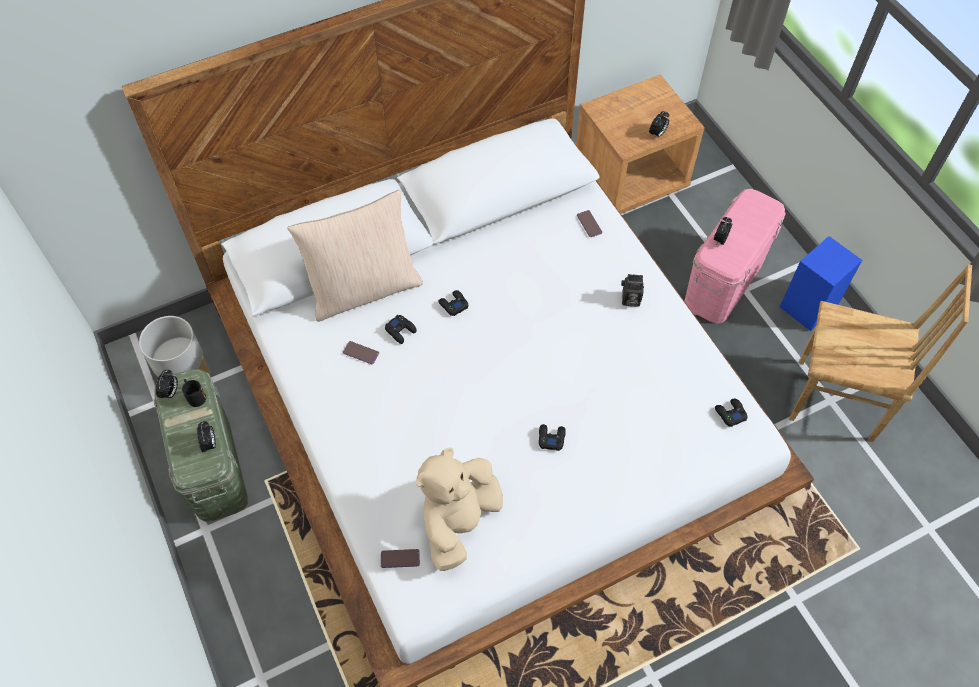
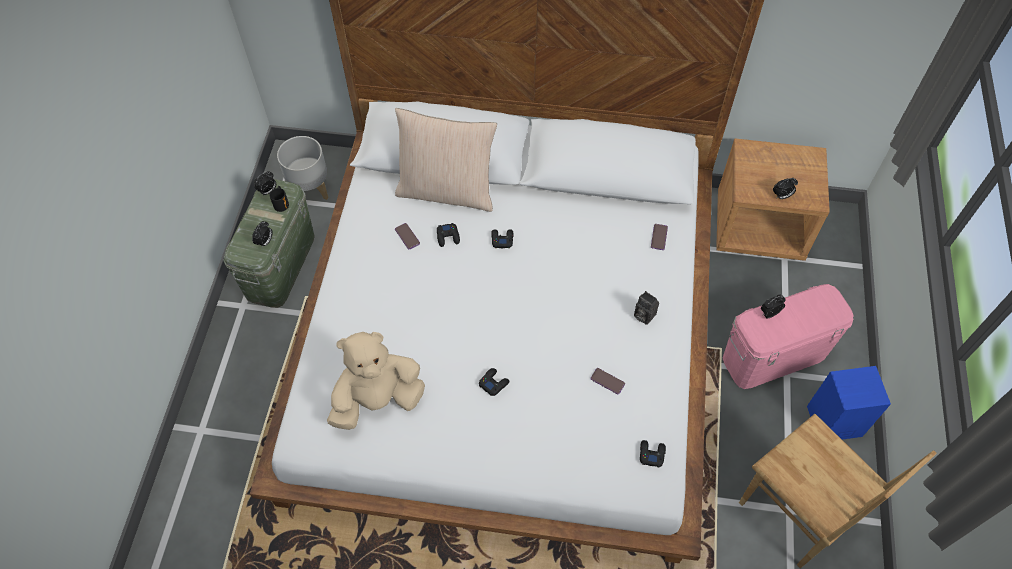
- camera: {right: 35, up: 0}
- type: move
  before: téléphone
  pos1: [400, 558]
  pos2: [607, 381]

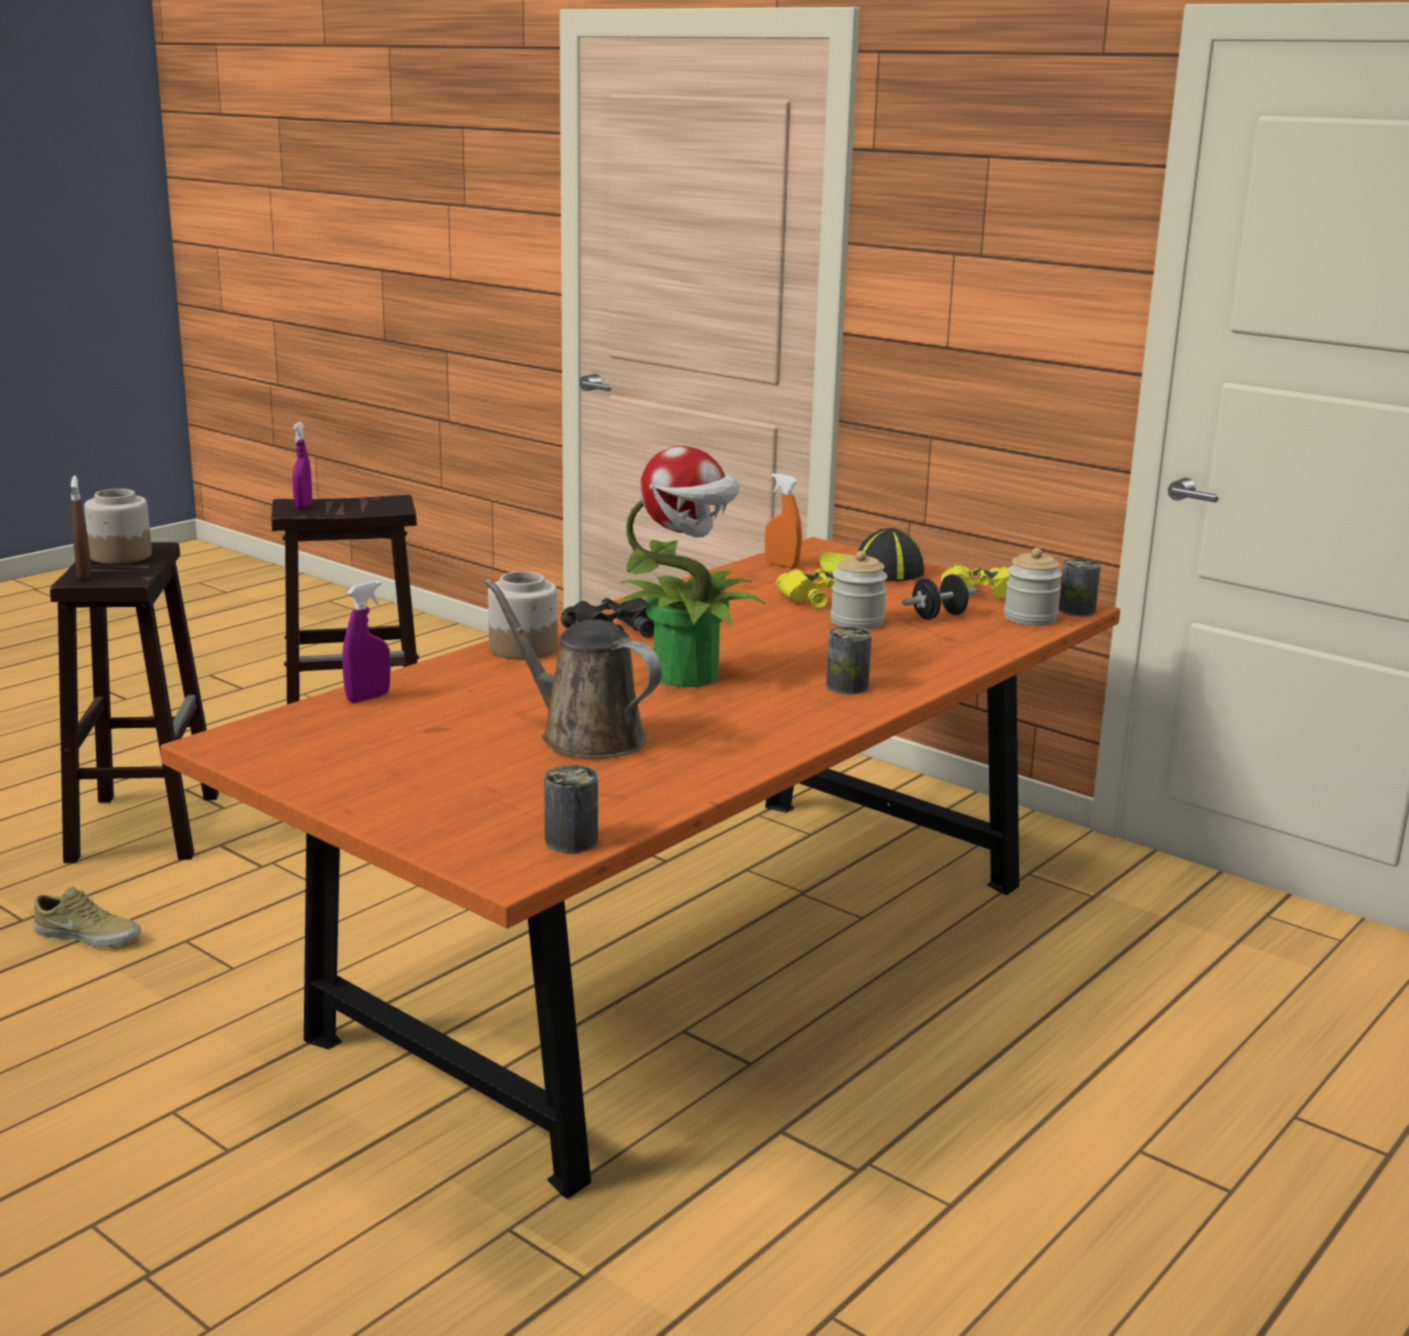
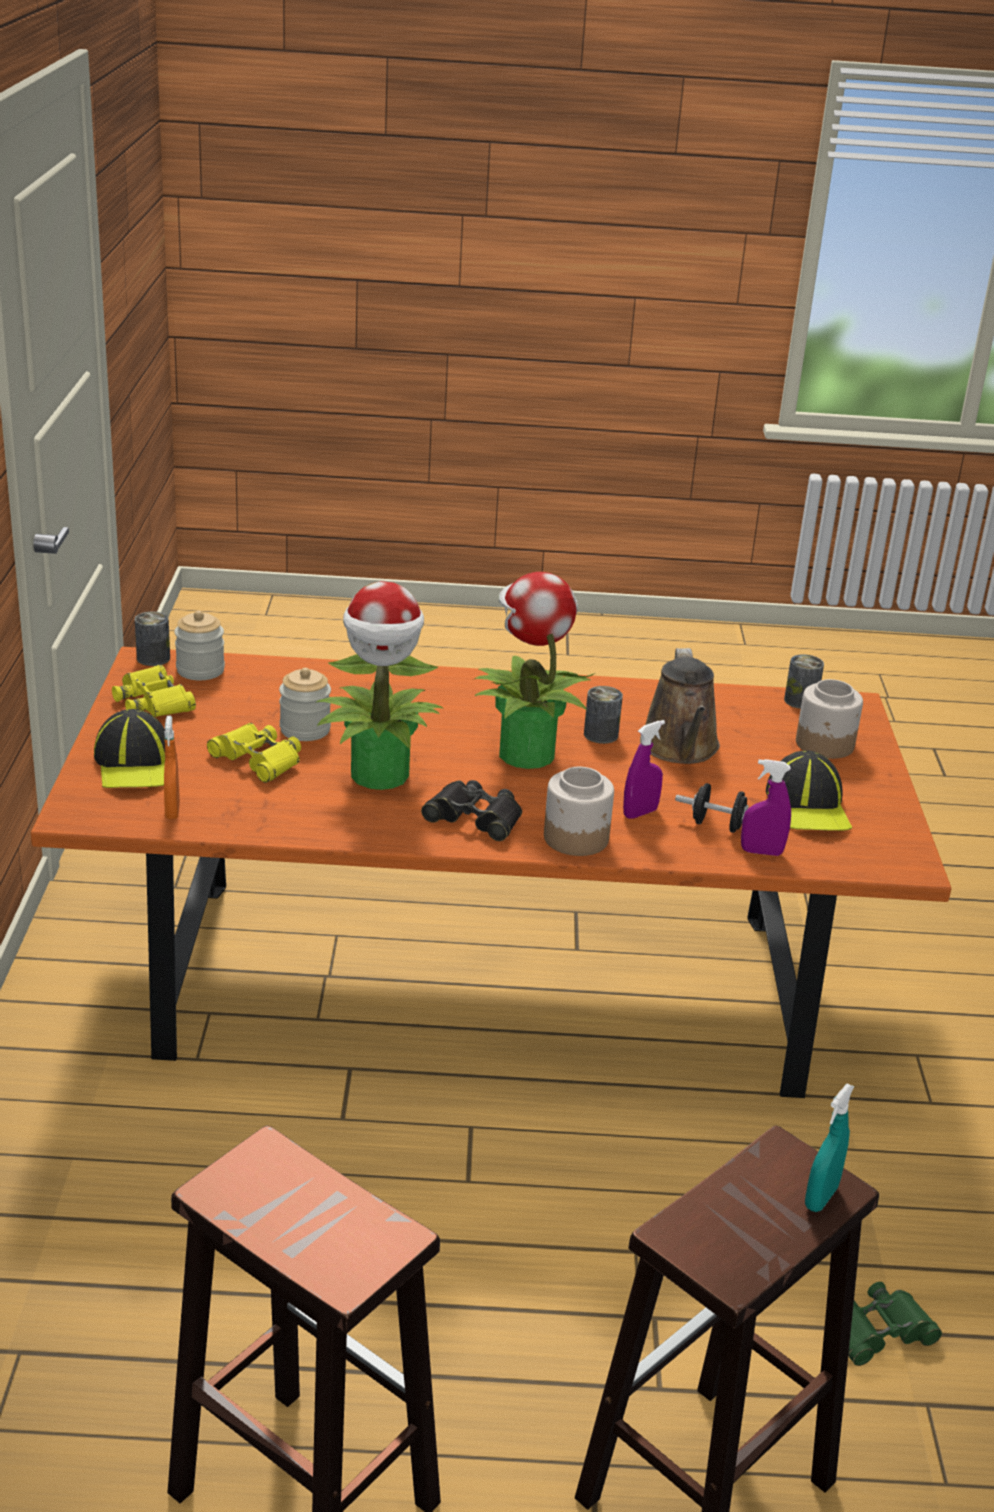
- camera: {right: -130, up: 10}
- type: insert
  after: plante en pot
  pos2: [380, 775]
- type: move
  before: boîte métallique
  pos1: [847, 686]
  pos2: [601, 735]
- type: move
  before: vaporisateur/violet
  pos1: [303, 506]
  pos2: [640, 813]
- type: move
  before: haltère/noir
  pos1: [938, 616]
  pos2: [717, 825]
- type: insert
  after: casquette
  pos2: [809, 806]
- type: move
  before: bocal
  pos1: [120, 556]
  pos2: [825, 745]
- type: recolor
  before: vaporisateur/marron
  after: vaporisateur/turquoise
  pos1: [84, 575]
  pos2: [821, 1197]
- type: replace
  before: chaussure/beige
  after: jumelles/vert
  pos1: [89, 935]
  pos2: [878, 1331]

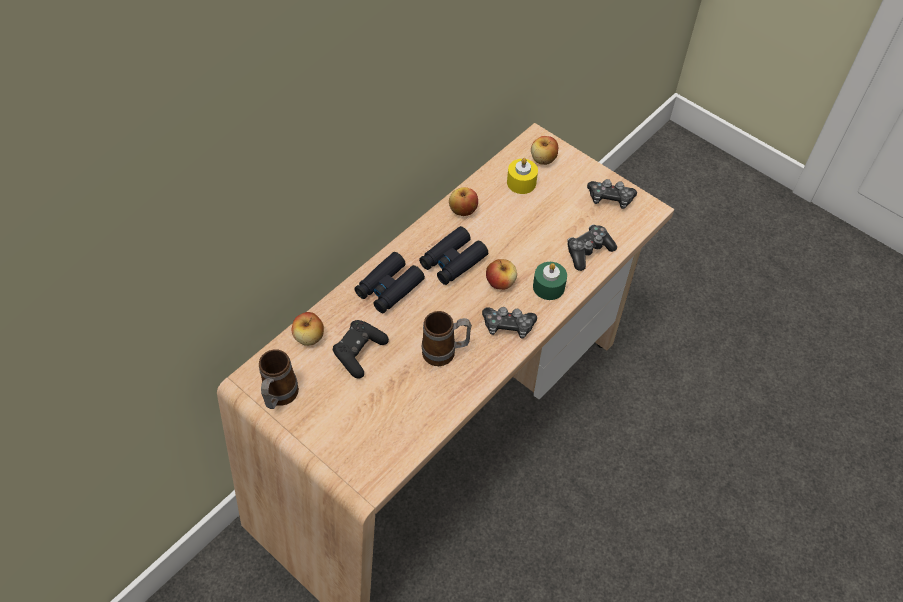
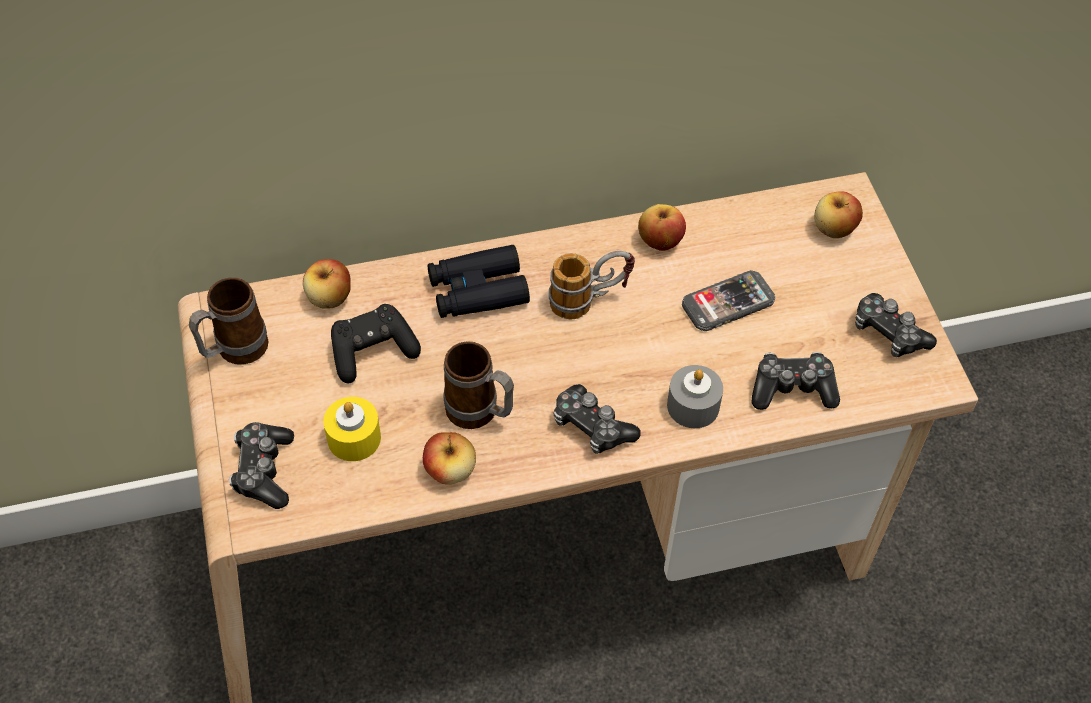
- camera: {right: 35, up: 0}
- type: insert
  after: manette
  pos2: [264, 471]
- type: move
  before: bougie/jaune
  pos1: [521, 182]
  pos2: [354, 438]
- type: move
  before: pomme
  pos1: [500, 282]
  pos2: [450, 470]
- type: replace
  before: jumelles/noir
  after: mug
  pos1: [453, 261]
  pos2: [589, 300]
- type: recolor
  before: bougie/vert
  after: bougie/gris
  pos1: [548, 287]
  pos2: [693, 406]
- type: insert
  after: téléphone
  pos2: [728, 303]

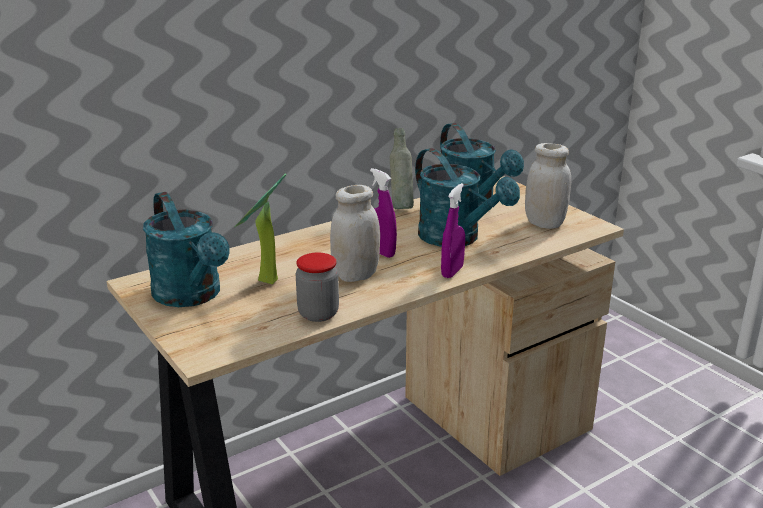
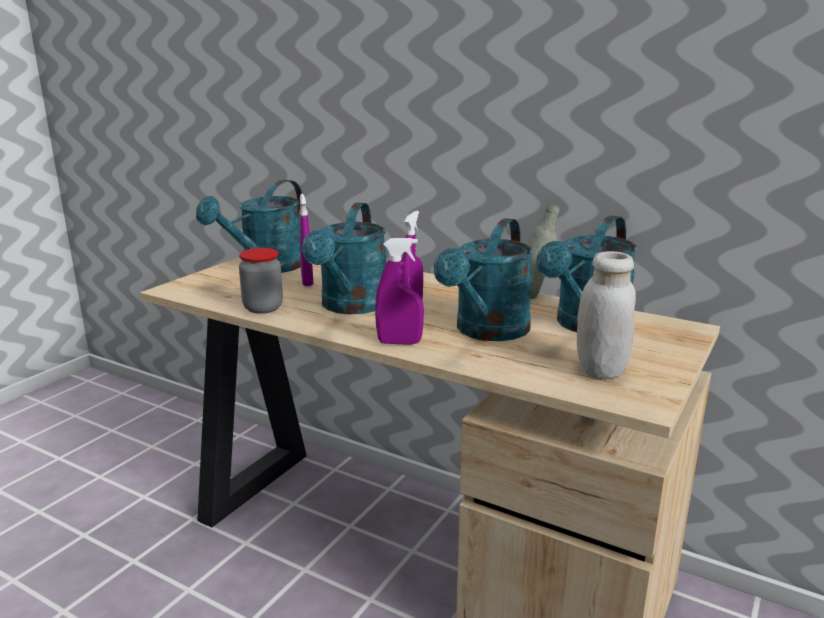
- camera: {right: 65, up: -5}
- type: replace
  before: plante en pot
  after: vaporisateur/violet
  pos1: [264, 282]
  pos2: [307, 281]
- type: replace
  before: bocal/blanc
  after: arrosoir/turquoise
  pos1: [356, 275]
  pos2: [351, 307]

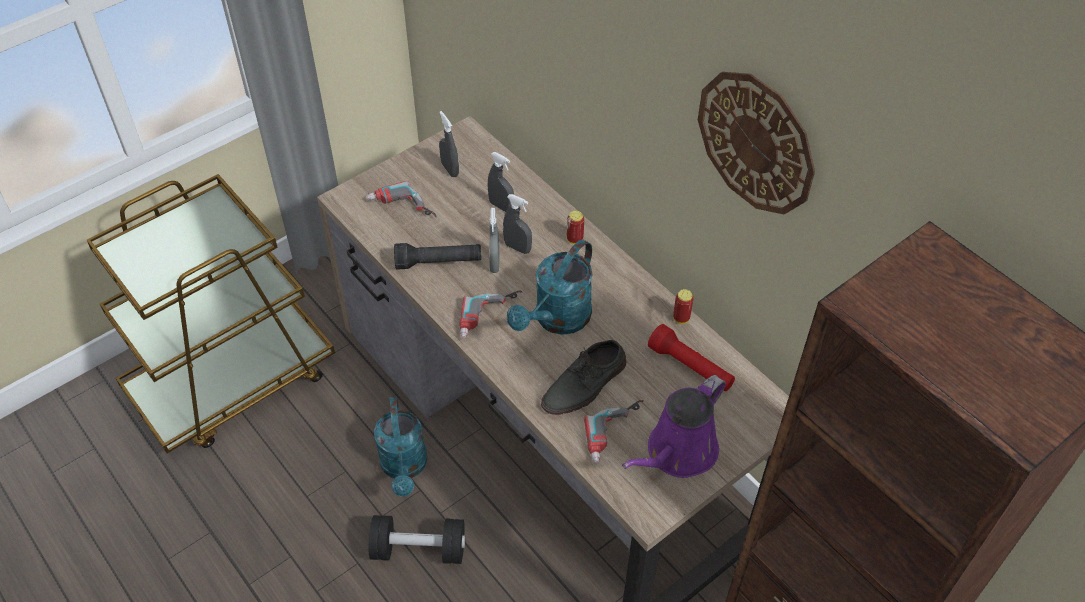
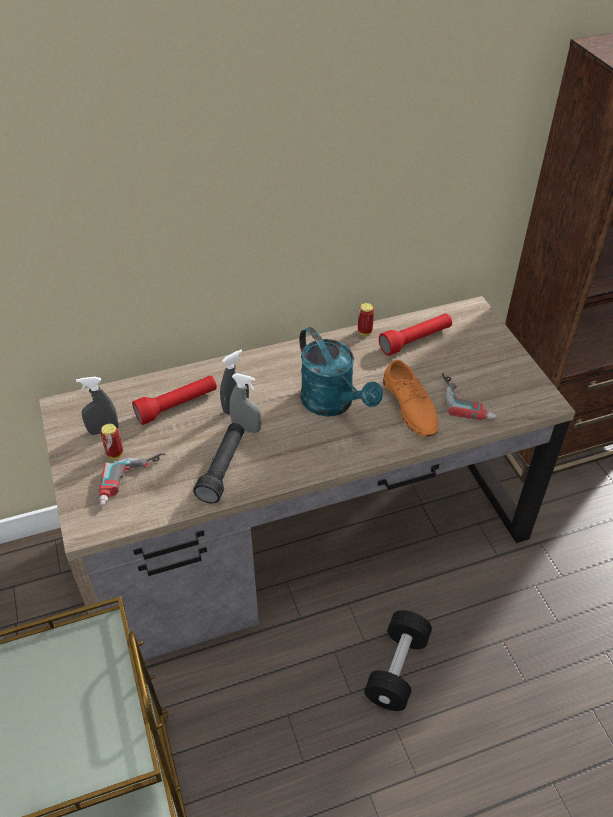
- camera: {right: -70, up: -5}
- type: move
  before: boîte métallique
  pos1: [574, 239]
  pos2: [115, 453]
- type: replace
  before: vaporisateur/gris
  after: lampe de poche/rouge
  pos1: [501, 206]
  pos2: [177, 406]
- type: recolor
  before: chaussure/gris
  after: chaussure/orange
  pos1: [585, 385]
  pos2: [410, 405]
- type: delete
  before: arrosoir/turquoise
  pos1: [404, 467]
- type: delete
  before: perceuse
  pos1: [491, 317]
- type: delete
  before: arrosoir/violet
  pos1: [677, 453]
- type: delete
  before: horloge murale
  pos1: [756, 142]

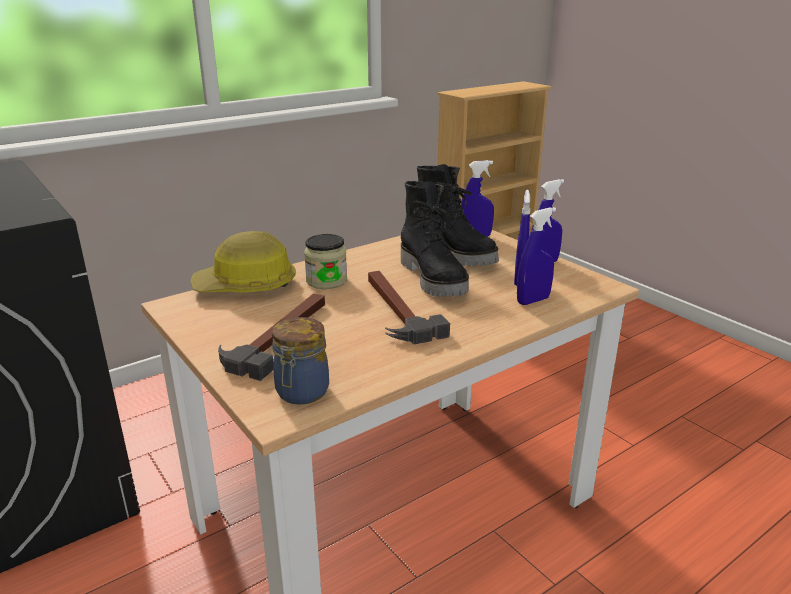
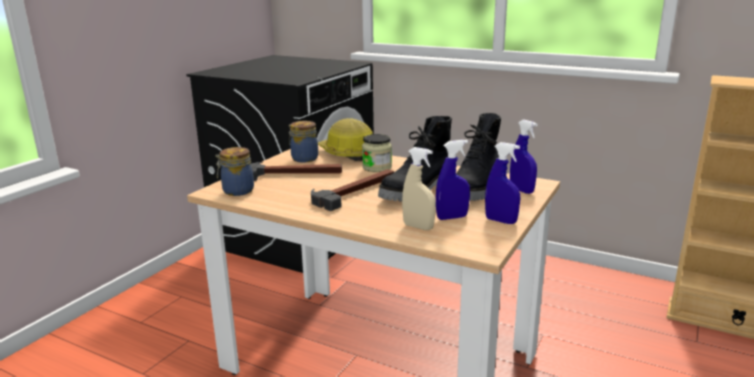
- camera: {right: 65, up: -5}
- type: insert
  after: bocal
  pos2: [303, 158]
- type: recolor
  before: vaporisateur/bleu
  after: vaporisateur/beige
  pos1: [533, 300]
  pos2: [418, 227]

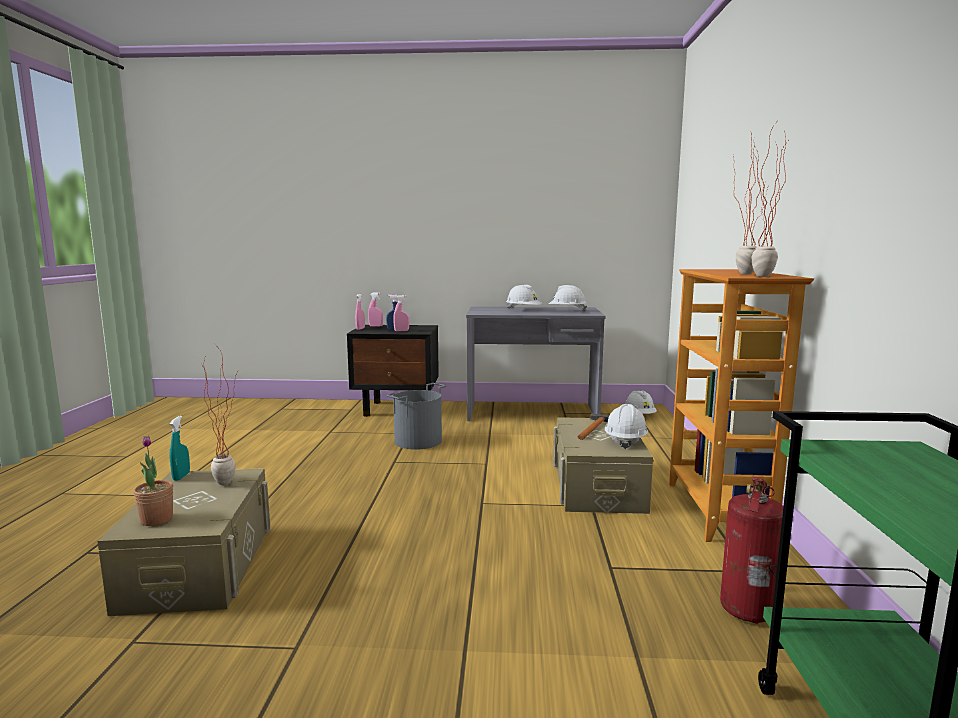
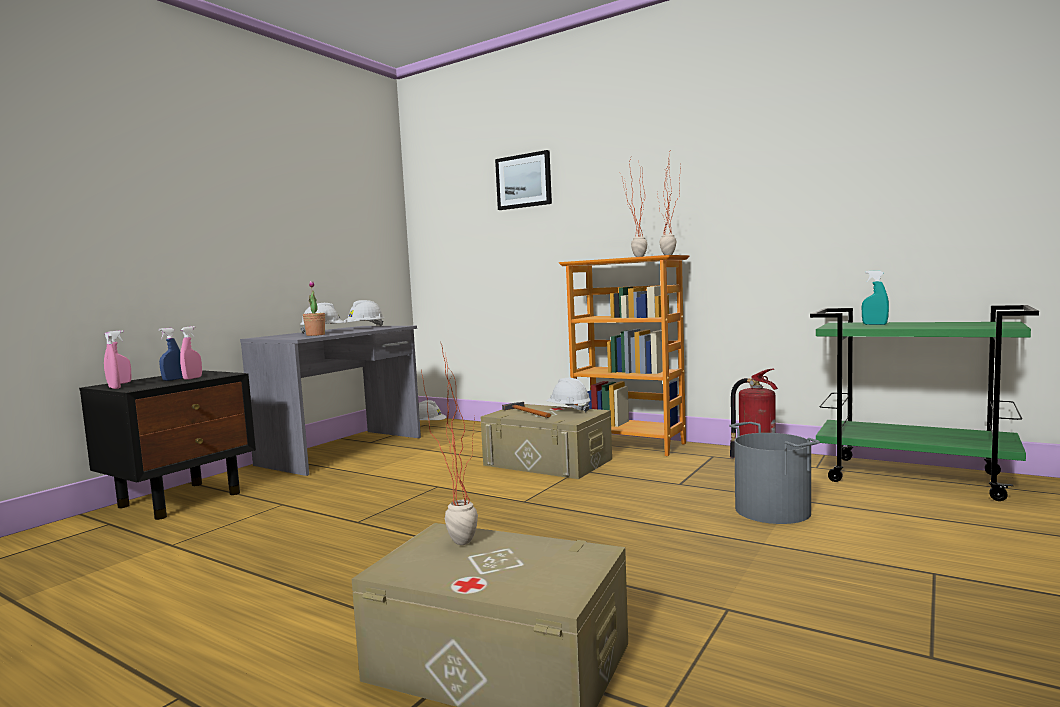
- camera: {right: -60, up: -5}
- type: move
  before: plante en pot
  pos1: [156, 519]
  pos2: [315, 335]
- type: insert
  after: tableau
  pos2: [524, 181]
- type: move
  before: seau/gris
  pos1: [418, 441]
  pos2: [773, 510]
- type: move
  before: vaporisateur/turquoise
  pos1: [181, 476]
  pos2: [874, 324]

